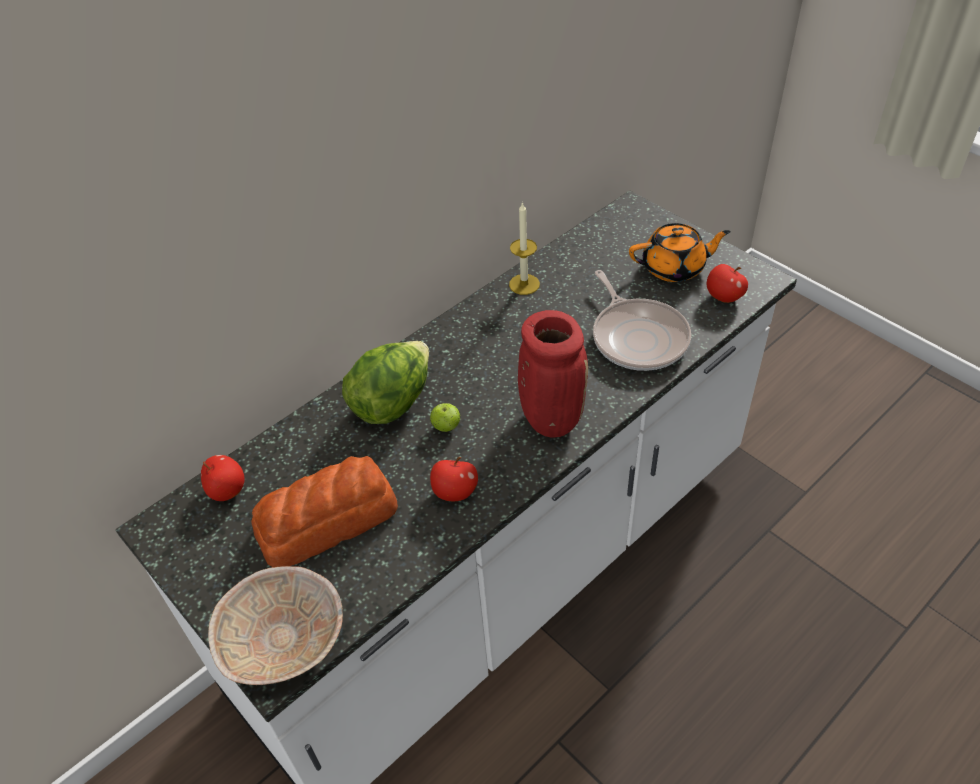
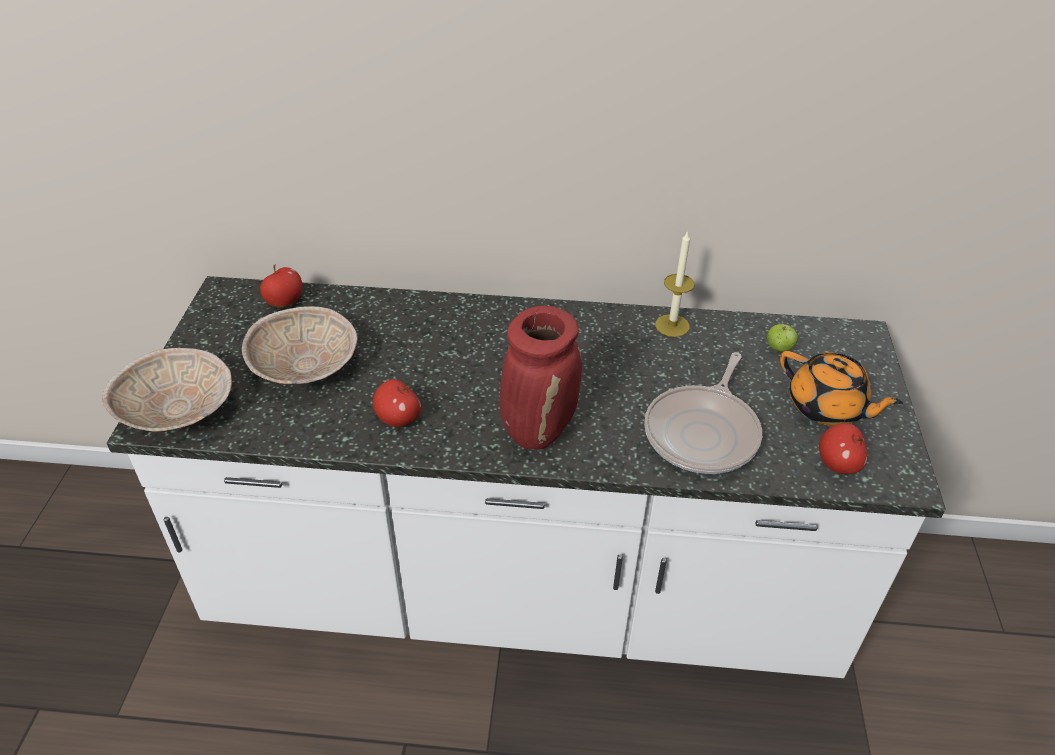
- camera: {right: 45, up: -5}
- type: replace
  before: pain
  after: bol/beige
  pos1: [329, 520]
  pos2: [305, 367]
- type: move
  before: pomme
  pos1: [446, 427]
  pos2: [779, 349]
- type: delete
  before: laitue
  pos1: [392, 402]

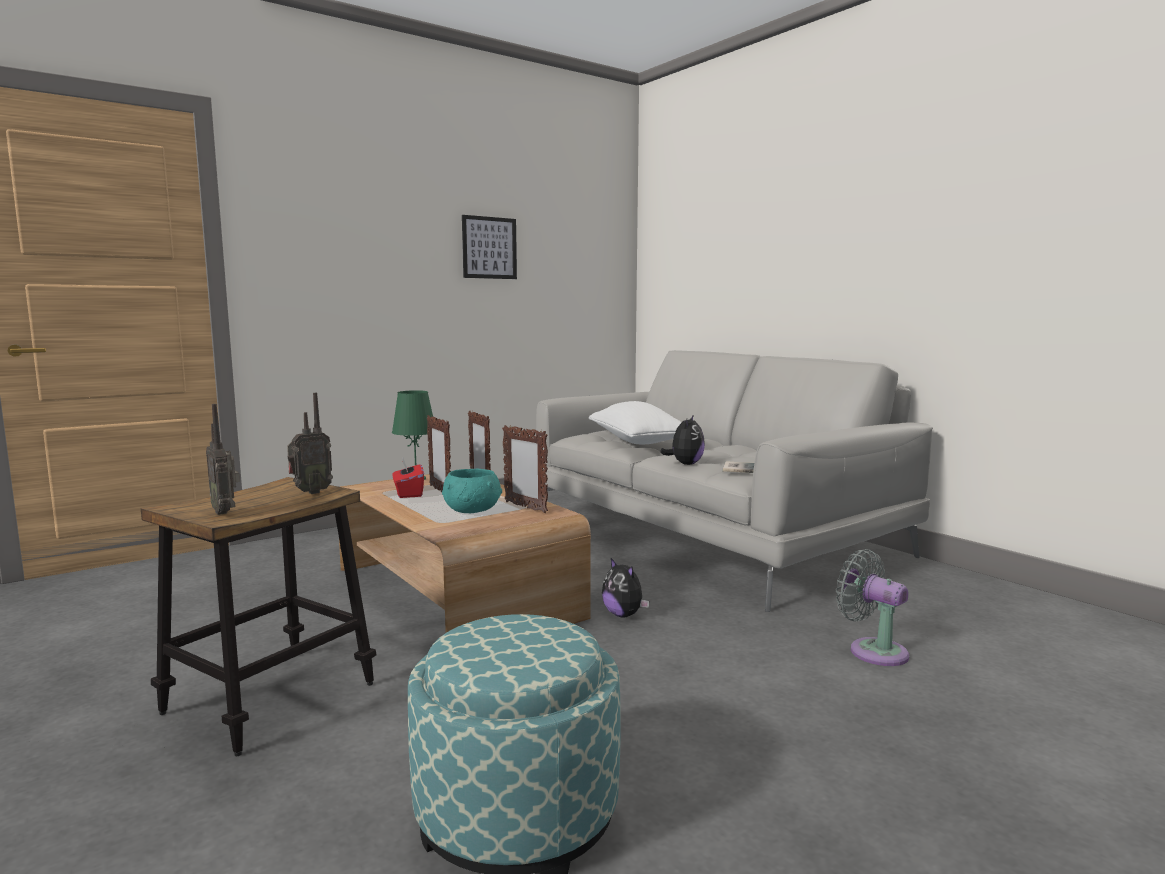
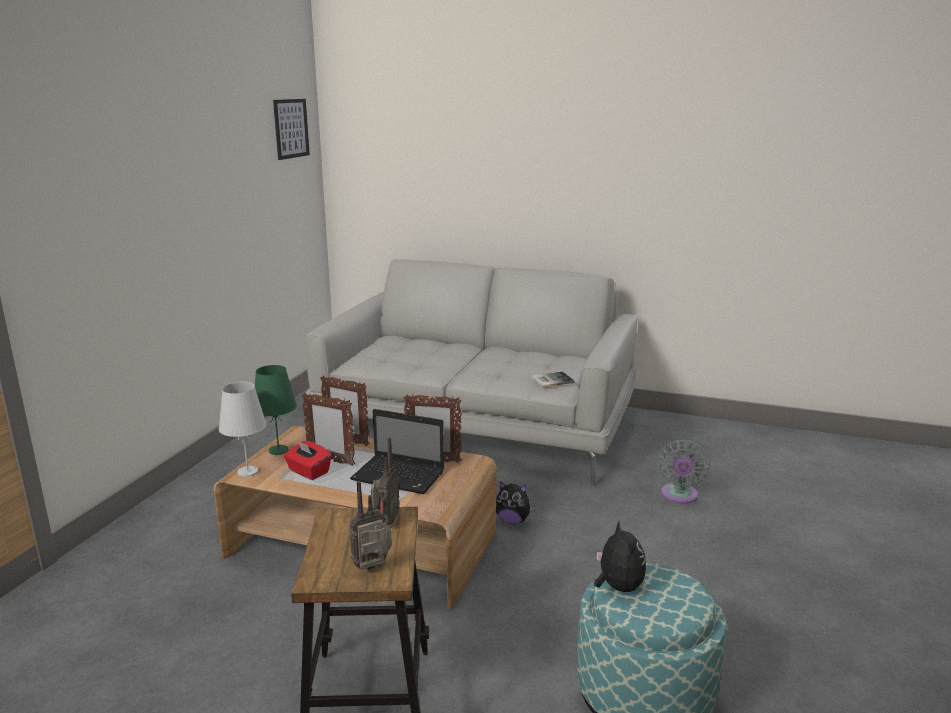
- camera: {right: -35, up: 10}
- type: insert
  after: lampe de table/blanc
  pos2: [247, 472]
- type: move
  before: tableau
  pos1: [489, 248]
  pos2: [291, 128]
- type: rotate
  before: radio
  pos1: [226, 512]
  pos2: [374, 569]
  turn: 135
- type: replace
  before: bol/turquoise
  after: ordinateur portable
  pos1: [473, 510]
  pos2: [400, 476]
- type: move
  before: peluche
  pos1: [685, 464]
  pos2: [618, 587]
- type: rotate
  before: ventilateur/gris
  pos1: [873, 650]
  pos2: [679, 496]
  turn: -90
- type: delete
  before: coussin/blanc
  pos1: [638, 442]

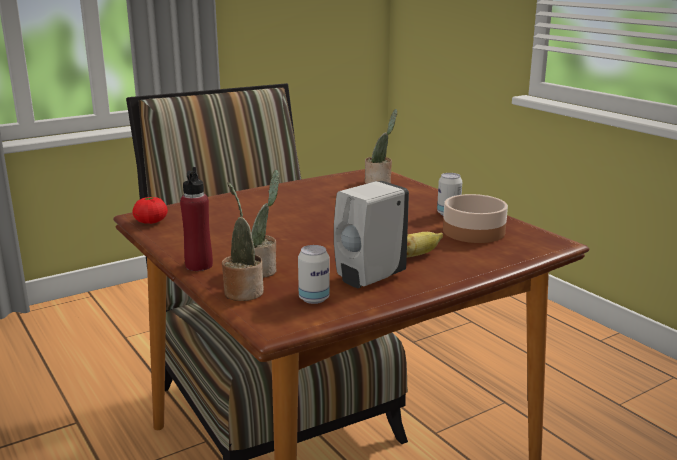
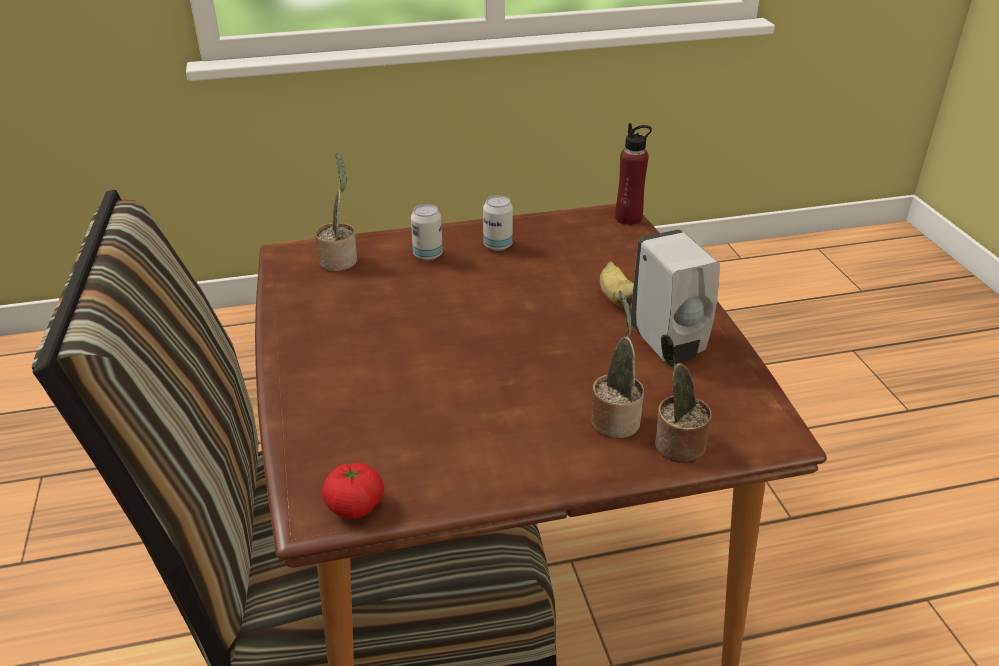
- camera: {right: -70, up: 15}
- type: move
  before: boîte métallique
  pos1: [314, 299]
  pos2: [428, 255]
- type: move
  before: bouteille/rouge
  pos1: [199, 265]
  pos2: [628, 218]
- type: delete
  before: bol
  pos1: [472, 232]

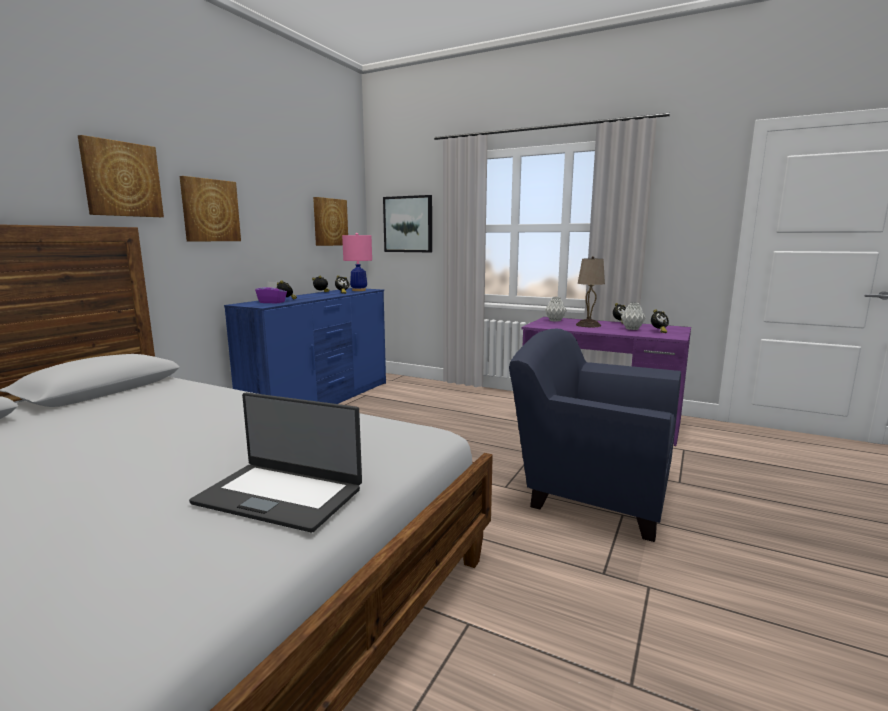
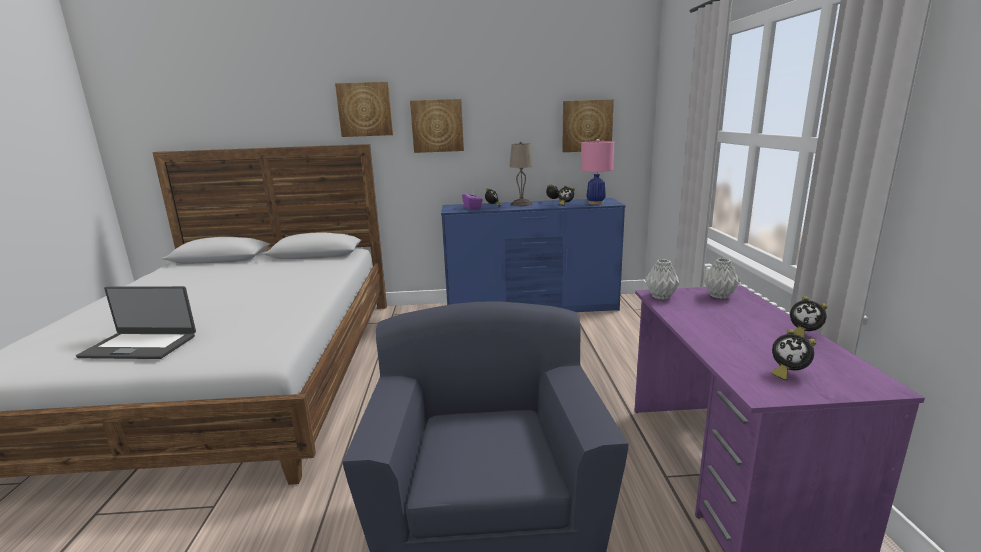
- camera: {right: 60, up: 5}
- type: rotate
  before: ordinateur portable
  pos1: [280, 495]
  pos2: [140, 345]
  turn: -75
- type: move
  before: lampe de table/beige
  pos1: [588, 325]
  pos2: [521, 204]
- type: move
  before: vase/gris
  pos1: [632, 329]
  pos2: [660, 296]
- type: delete
  before: tableau
  pos1: [408, 224]

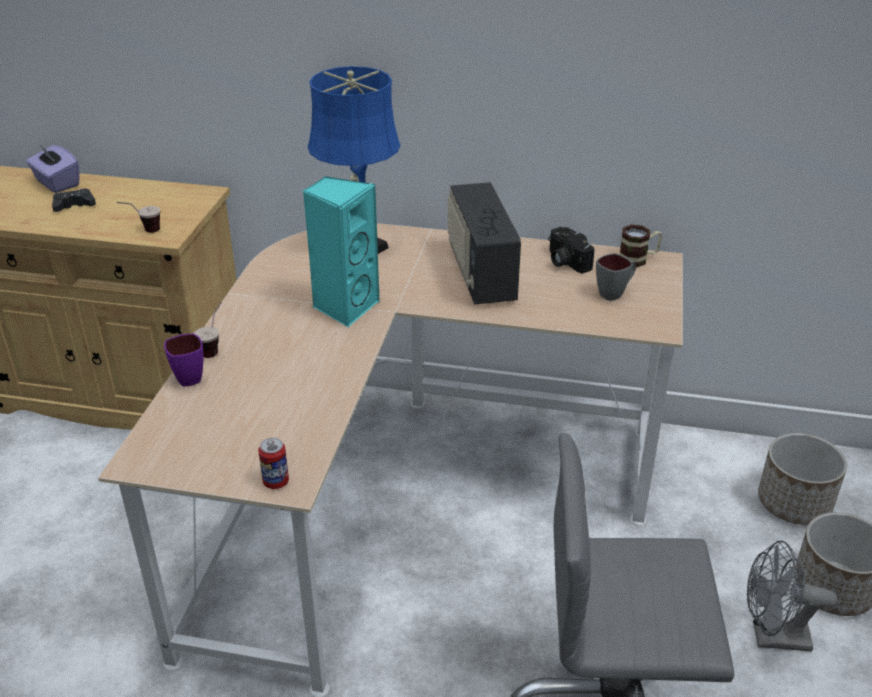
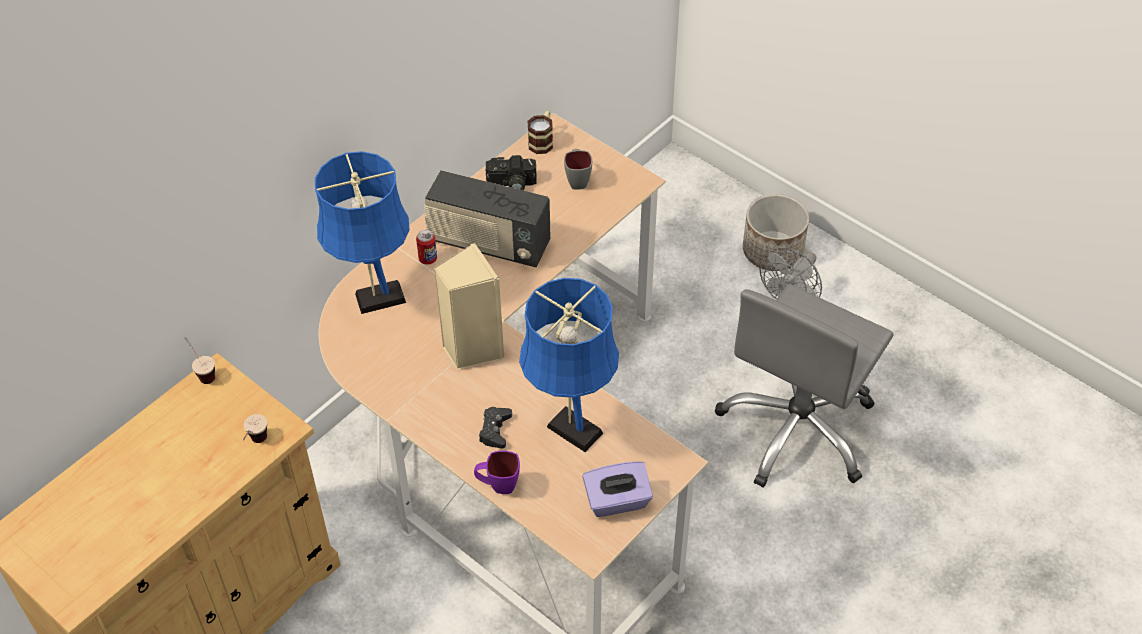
- camera: {right: -60, up: 15}
- type: move
  before: tasse
  pos1: [214, 348]
  pos2: [202, 372]
- type: move
  before: boîte métallique
  pos1: [276, 482]
  pos2: [428, 259]
- type: recolor
  before: enceinte/turquoise
  after: enceinte/beige
  pos1: [344, 307]
  pos2: [472, 349]
- type: move
  before: manette/noir
  pos1: [74, 205]
  pos2: [495, 430]
- type: insert
  after: lampe de table/bleu
  pos2: [570, 427]
- type: move
  before: boîte à mouchoirs/violet
  pos1: [57, 183]
  pos2: [617, 501]
- type: delete
  before: cache-pot
  pos1: [794, 503]

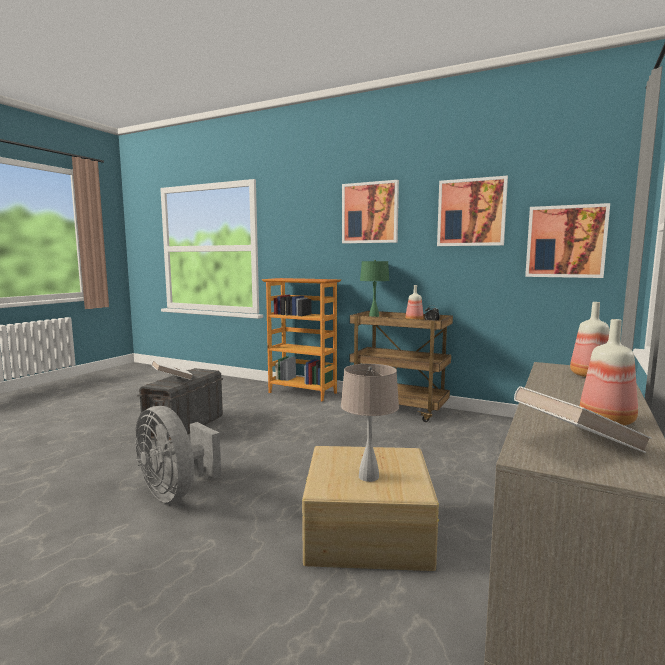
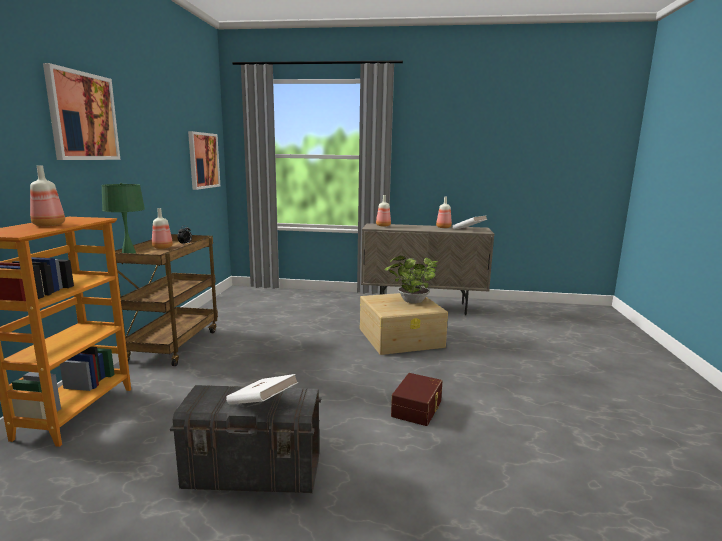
- camera: {right: -110, up: 5}
- type: insert
  after: bouteille
  pos2: [50, 225]
- type: replace
  before: lampe de table/beige
  after: plante en pot
  pos1: [368, 477]
  pos2: [411, 302]
- type: replace
  before: ventilateur/gris
  after: boîte de rangement/marron
  pos1: [175, 492]
  pos2: [418, 408]
- type: delete
  before: tableau
  pos1: [471, 212]

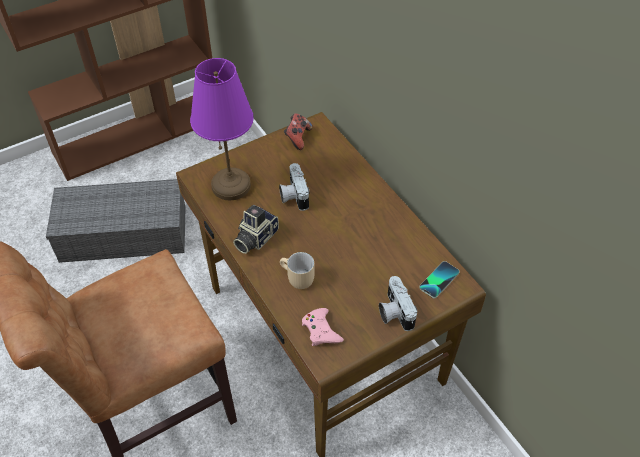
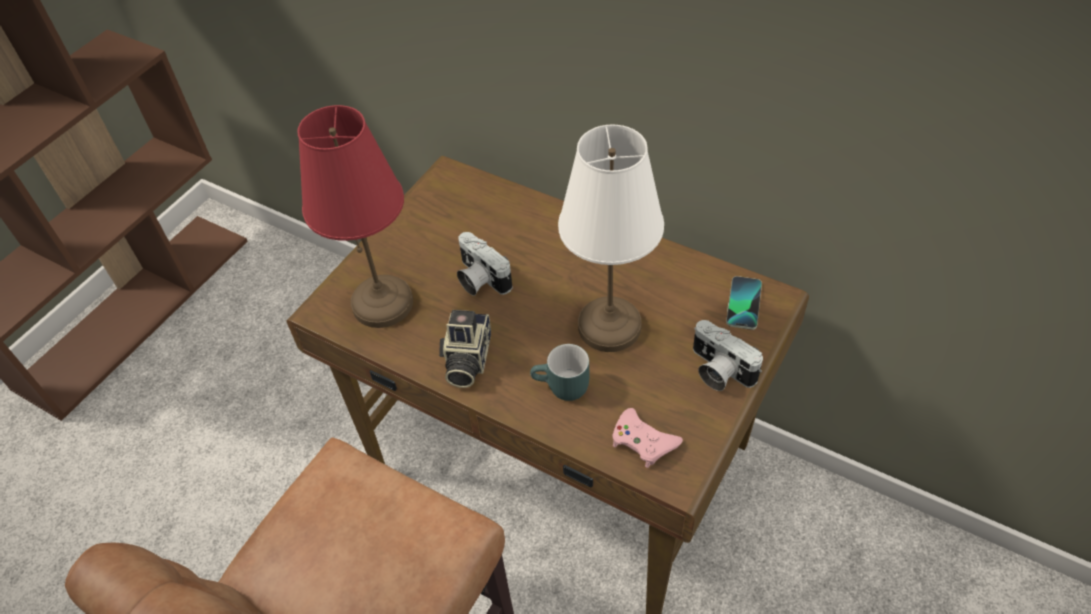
- camera: {right: -25, up: 0}
- type: recolor
  before: lampe de table/violet
  after: lampe de table/rouge
  pos1: [231, 185]
  pos2: [382, 302]
- type: recolor
  before: mug/beige
  after: mug/turquoise
  pos1: [296, 279]
  pos2: [562, 388]
- type: insert
  after: lampe de table/blanc
  pos2: [611, 326]
- type: delete
  before: boîte de rangement/gris
  pos1: [122, 235]
- type: delete
  before: manette
  pos1: [297, 138]

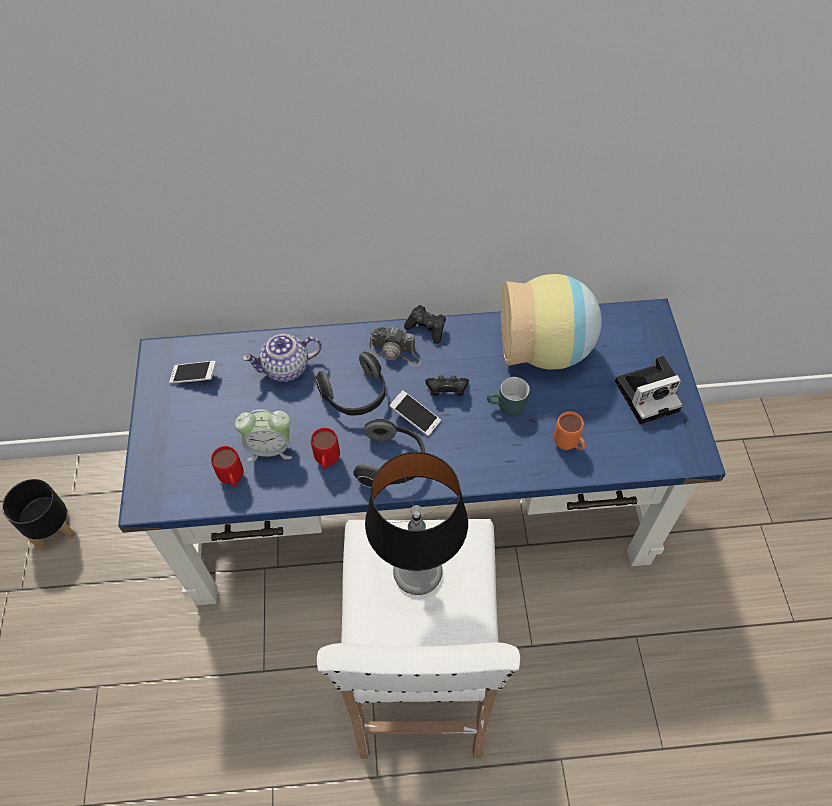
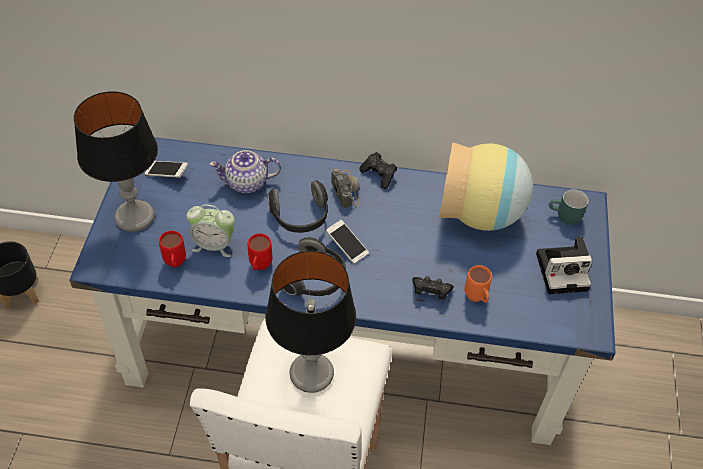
- camera: {right: 10, up: -5}
- type: insert
  after: lampe de table
  pos2: [135, 216]
- type: rotate
  before: appareil photo
  pos1: [396, 352]
  pos2: [346, 189]
  turn: -135
- type: move
  before: manette/noir
  pos1: [446, 391]
  pos2: [430, 292]
- type: move
  before: mug/turquoise
  pos1: [507, 408]
  pos2: [565, 217]

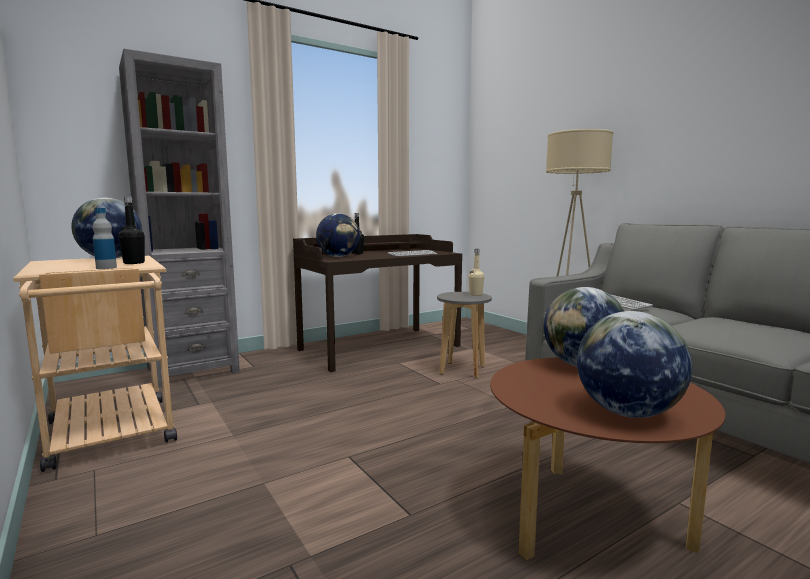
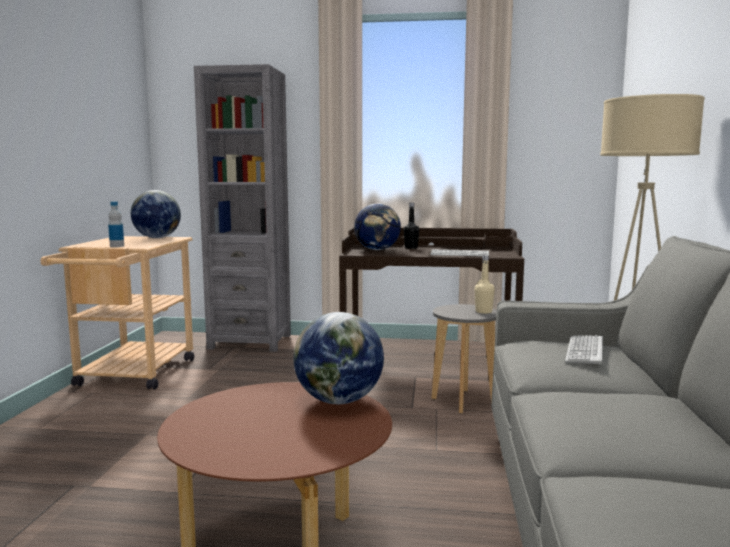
- camera: {right: 40, up: 0}
- type: delete
  before: bouteille/noir
  pos1: [134, 263]
- type: delete
  before: globe
  pos1: [627, 412]

